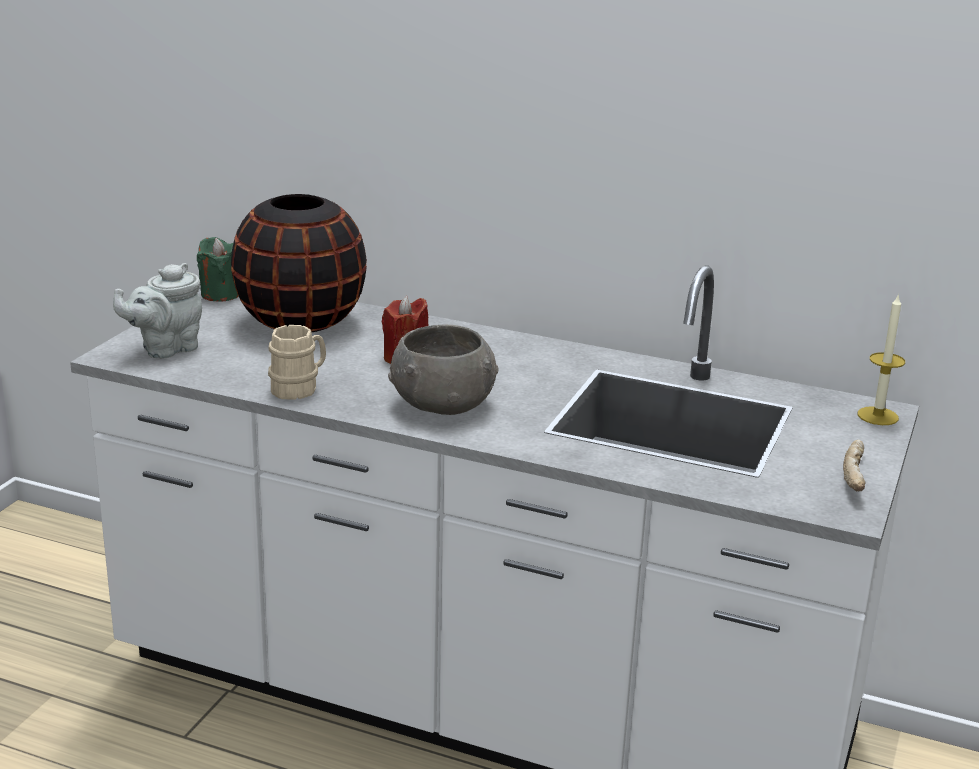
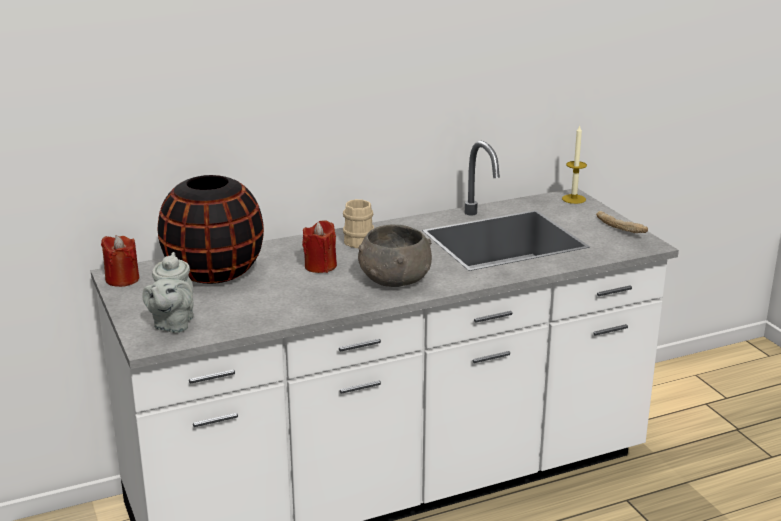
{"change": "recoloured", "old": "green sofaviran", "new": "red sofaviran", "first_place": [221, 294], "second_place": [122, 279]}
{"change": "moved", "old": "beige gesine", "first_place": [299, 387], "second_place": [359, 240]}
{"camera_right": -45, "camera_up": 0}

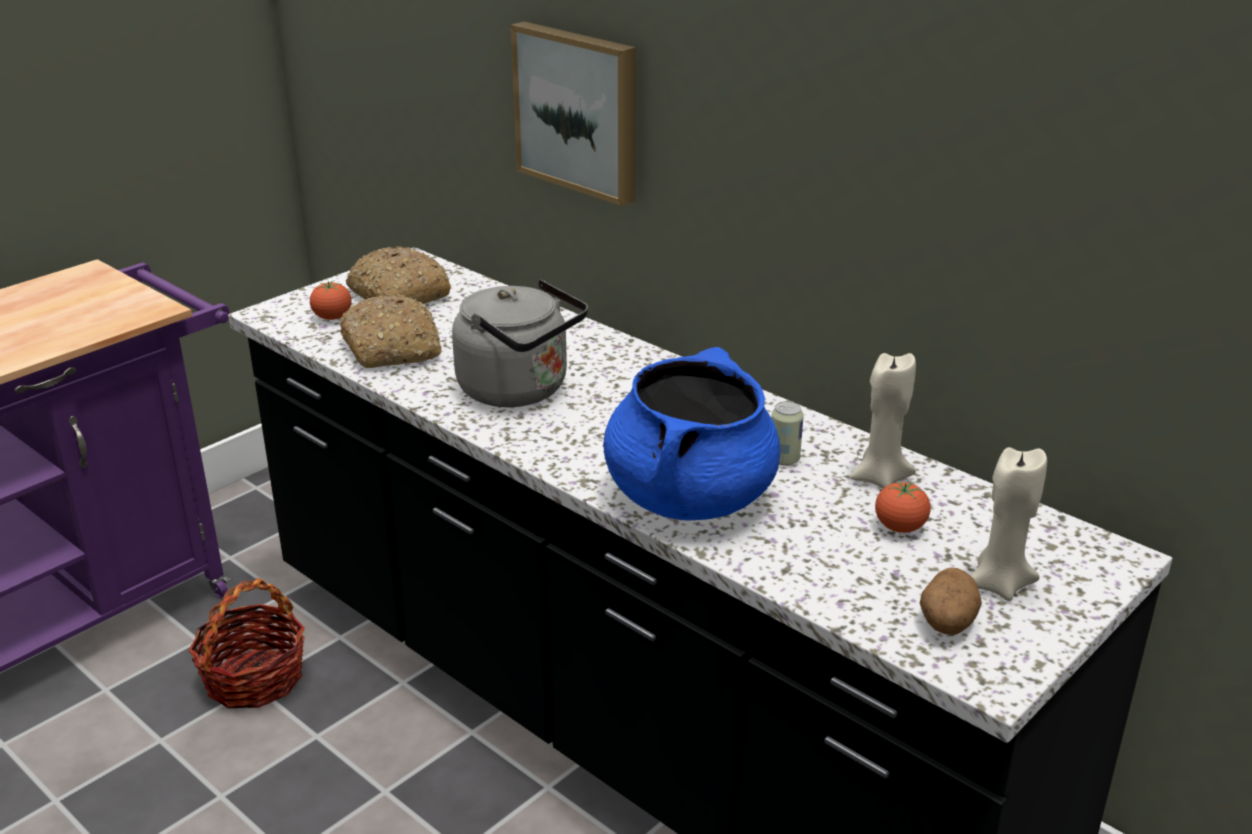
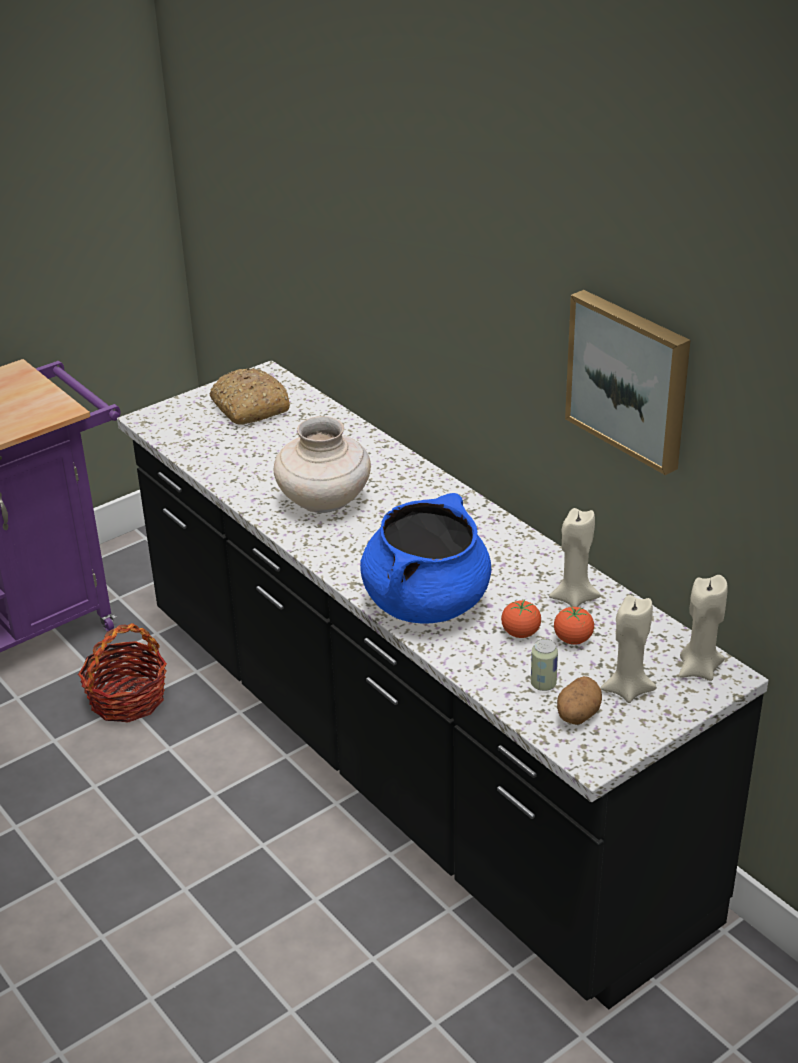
{"change": "moved", "old": "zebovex", "first_place": [332, 318], "second_place": [520, 633]}
{"change": "removed", "old": "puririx", "first_place": [393, 348]}
{"change": "replaced", "old": "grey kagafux", "new": "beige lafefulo", "first_place": [520, 390], "second_place": [324, 503]}
{"change": "moved", "old": "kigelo", "first_place": [579, 110], "second_place": [630, 378]}
{"change": "moved", "old": "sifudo", "first_place": [784, 459], "second_place": [543, 684]}
{"change": "added", "new": "beige sofaviran", "second_place": [698, 669]}
{"camera_right": 10, "camera_up": 5}

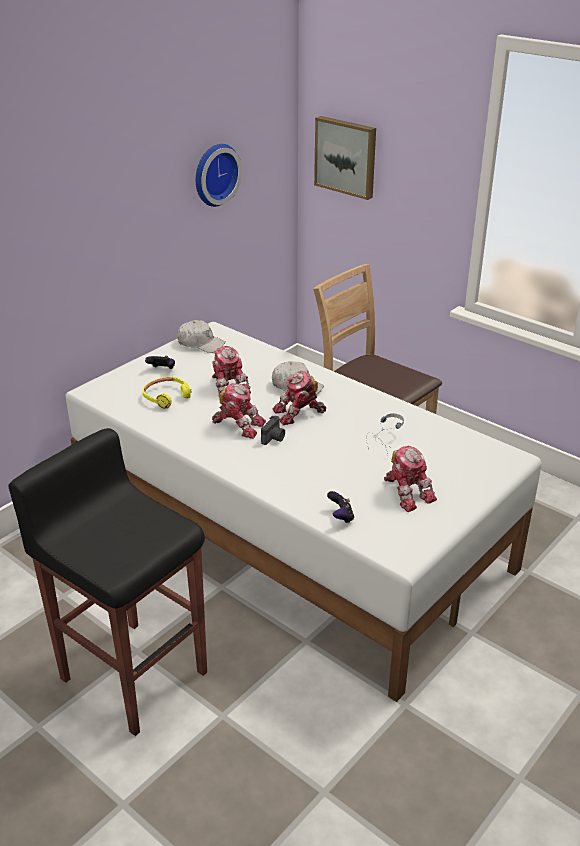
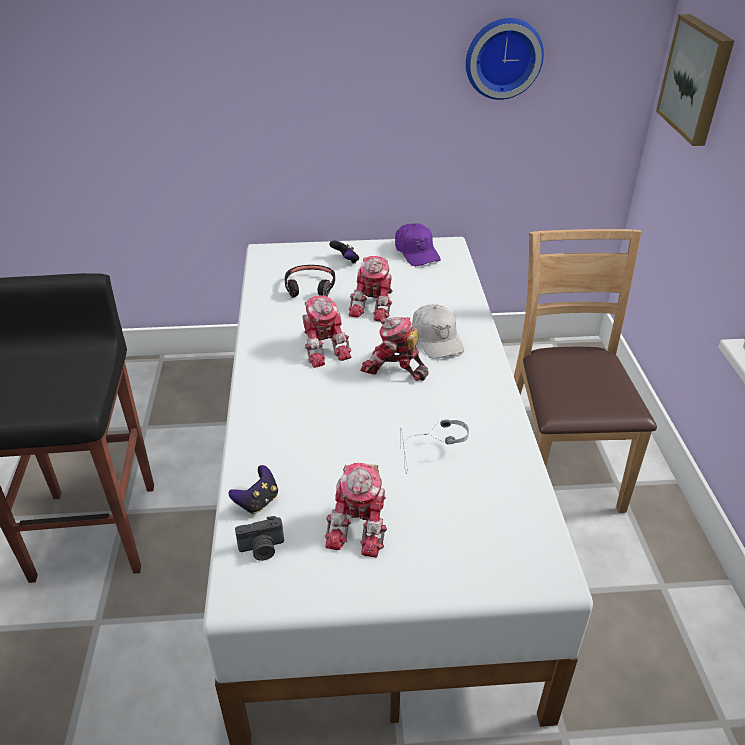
{"change": "recoloured", "old": "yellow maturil", "new": "black maturil", "first_place": [166, 397], "second_place": [310, 287]}
{"change": "recoloured", "old": "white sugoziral", "new": "purple sugoziral", "first_place": [201, 343], "second_place": [416, 252]}
{"change": "moved", "old": "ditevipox", "first_place": [274, 438], "second_place": [262, 549]}
{"camera_right": 45, "camera_up": 5}

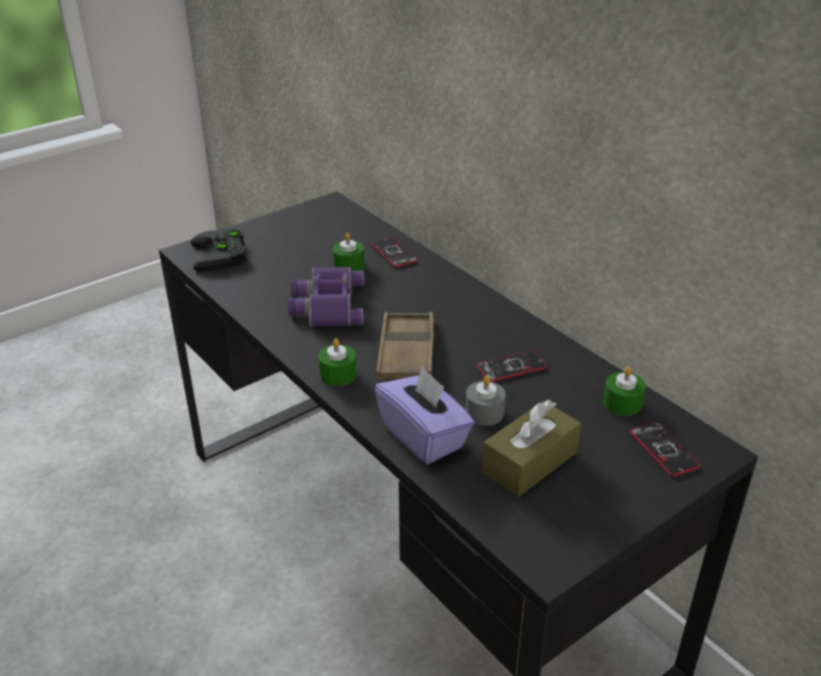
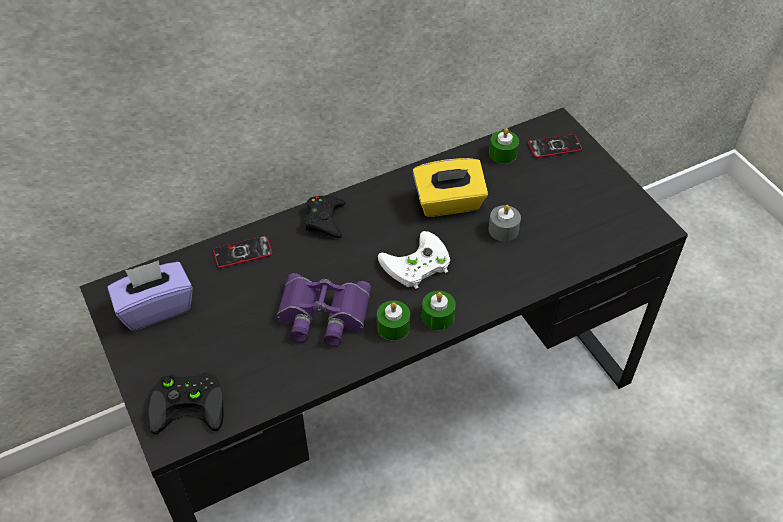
{"change": "moved", "old": "green sofaviran", "first_place": [349, 265], "second_place": [393, 326]}
{"change": "moved", "old": "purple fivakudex", "first_place": [424, 436], "second_place": [156, 307]}
{"change": "replaced", "old": "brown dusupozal", "new": "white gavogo", "first_place": [406, 353], "second_place": [416, 266]}
{"change": "replaced", "old": "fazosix", "new": "yellow fivakudex", "first_place": [511, 367], "second_place": [448, 203]}
{"change": "removed", "old": "brown fivakudex", "first_place": [529, 462]}
{"change": "added", "new": "black gavogo", "second_place": [325, 220]}
{"camera_right": -80, "camera_up": 15}

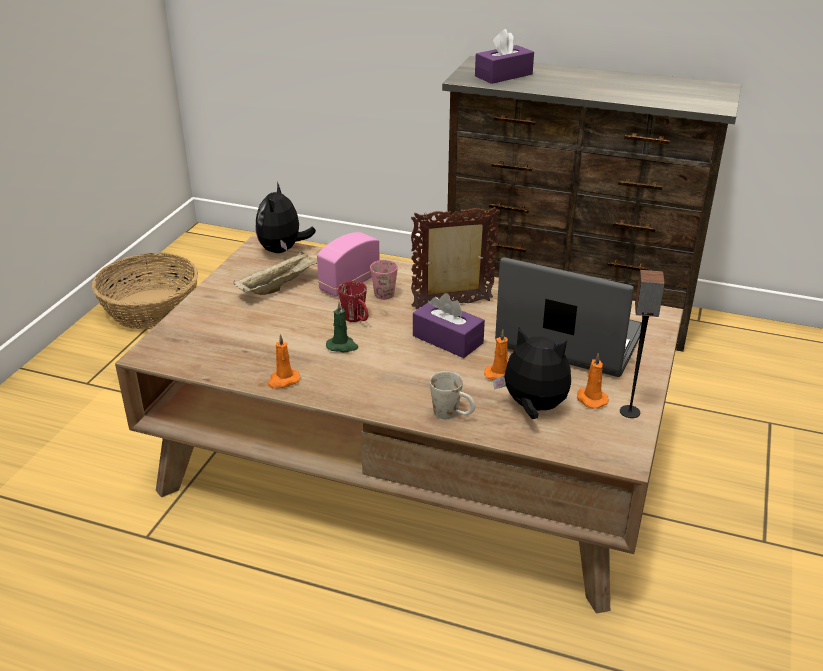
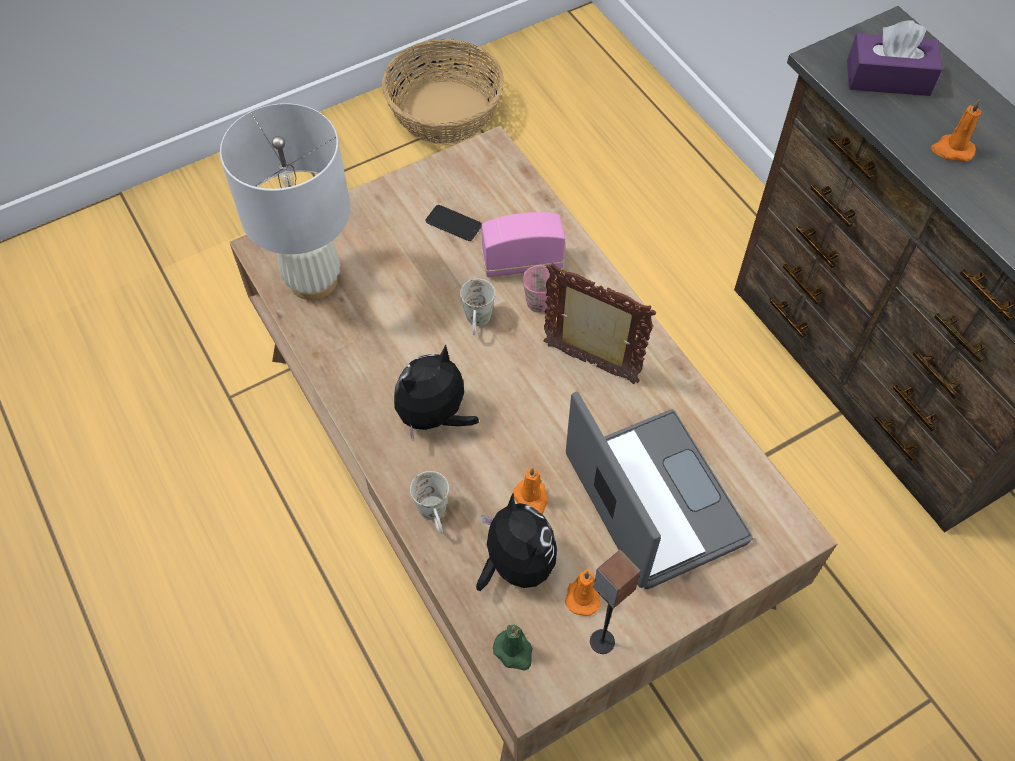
{"change": "replaced", "old": "beige dusupozal", "new": "fazosix", "first_place": [279, 286], "second_place": [453, 223]}
{"change": "moved", "old": "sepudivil", "first_place": [283, 250], "second_place": [434, 416]}
{"change": "moved", "old": "orange sofaviran", "first_place": [283, 380], "second_place": [952, 150]}
{"change": "moved", "old": "green sofaviran", "first_place": [342, 346], "second_place": [514, 651]}
{"change": "recoloured", "old": "red gesine", "new": "white gesine", "first_place": [357, 319], "second_place": [477, 323]}
{"change": "removed", "old": "purple fivakudex", "first_place": [447, 339]}
{"change": "added", "new": "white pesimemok", "second_place": [313, 280]}
{"camera_right": 40, "camera_up": 25}

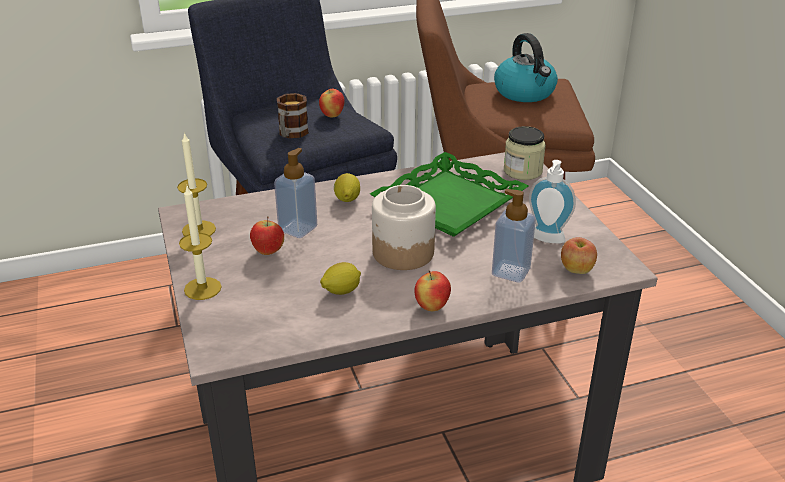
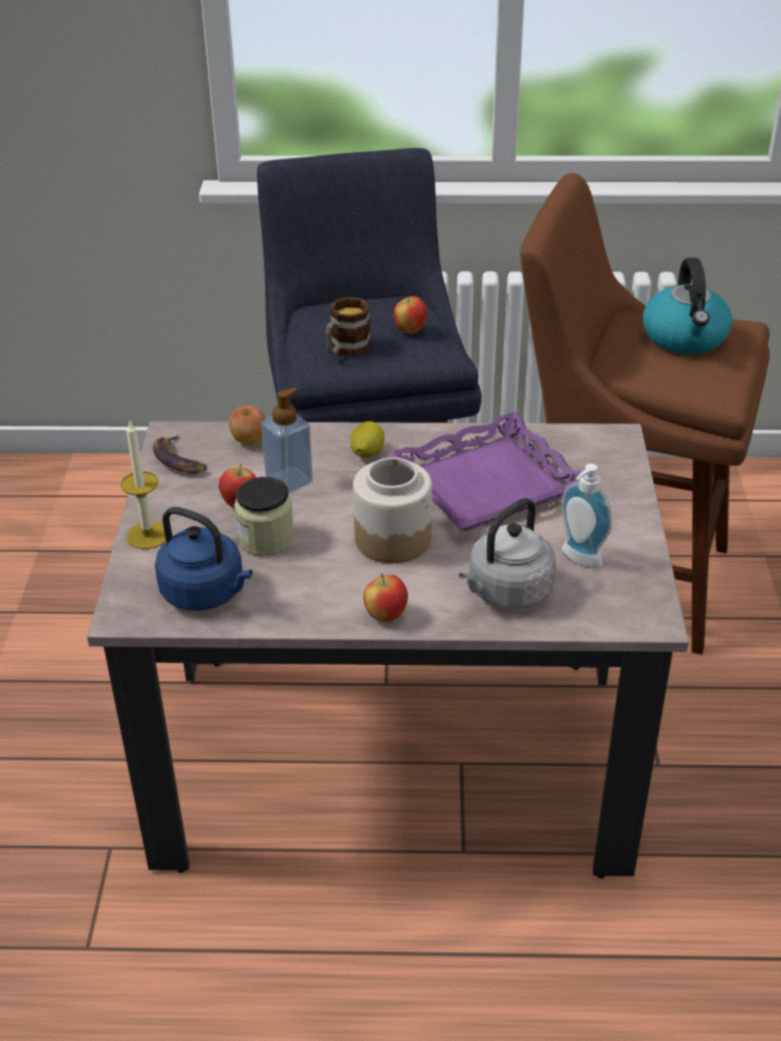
{"change": "replaced", "old": "sofaviran", "new": "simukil", "first_place": [199, 230], "second_place": [179, 460]}
{"change": "removed", "old": "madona", "first_place": [341, 291]}
{"change": "recoloured", "old": "green dusupozal", "new": "purple dusupozal", "first_place": [448, 202], "second_place": [487, 482]}
{"change": "replaced", "old": "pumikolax", "new": "grey kagafux", "first_place": [510, 272], "second_place": [506, 592]}
{"change": "moved", "old": "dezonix", "first_place": [522, 171], "second_place": [266, 539]}
{"change": "moved", "old": "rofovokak", "first_place": [576, 270], "second_place": [249, 442]}
{"change": "added", "new": "blue kagafux", "second_place": [206, 593]}
{"camera_right": 20, "camera_up": 5}

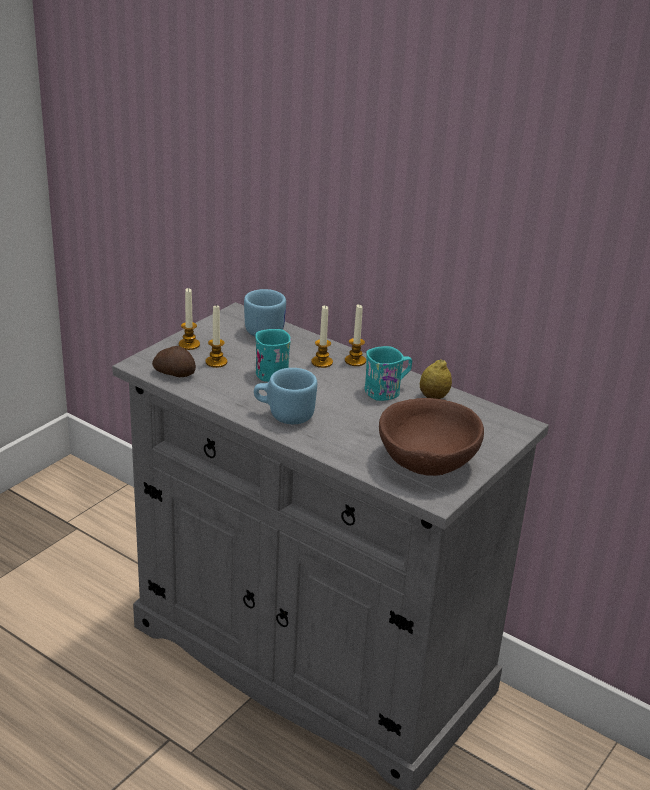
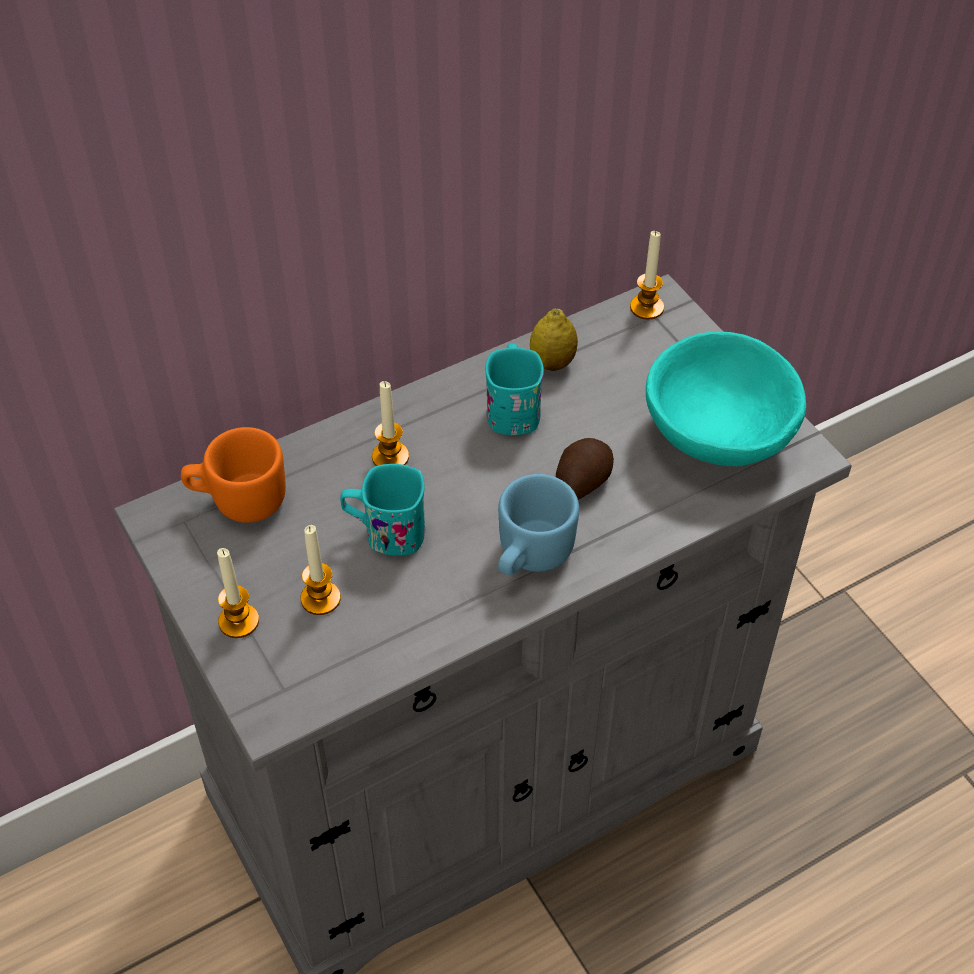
{"change": "moved", "old": "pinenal", "first_place": [175, 373], "second_place": [581, 481]}
{"change": "recoloured", "old": "blue gesine", "new": "orange gesine", "first_place": [262, 329], "second_place": [238, 499]}
{"change": "moved", "old": "sofaviran", "first_place": [355, 361], "second_place": [646, 307]}
{"change": "recoloured", "old": "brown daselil", "new": "turquoise daselil", "first_place": [426, 462], "second_place": [716, 434]}
{"camera_right": -65, "camera_up": 20}

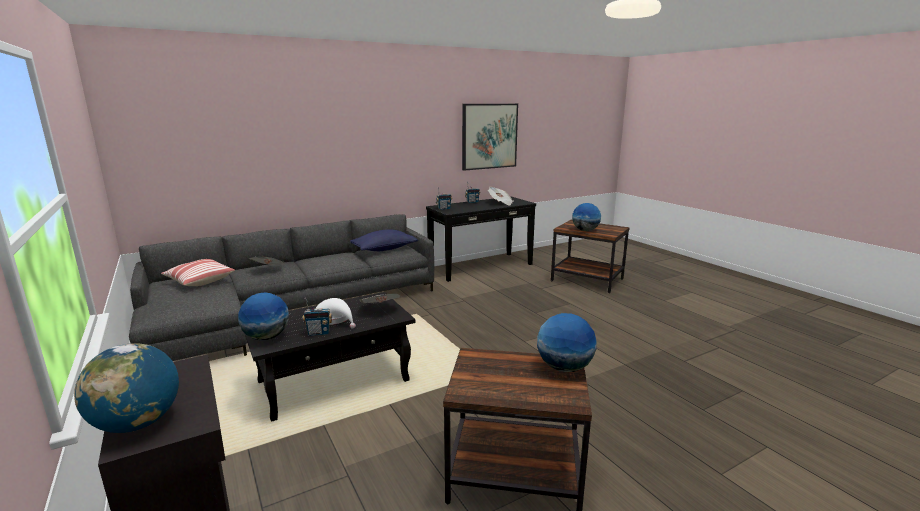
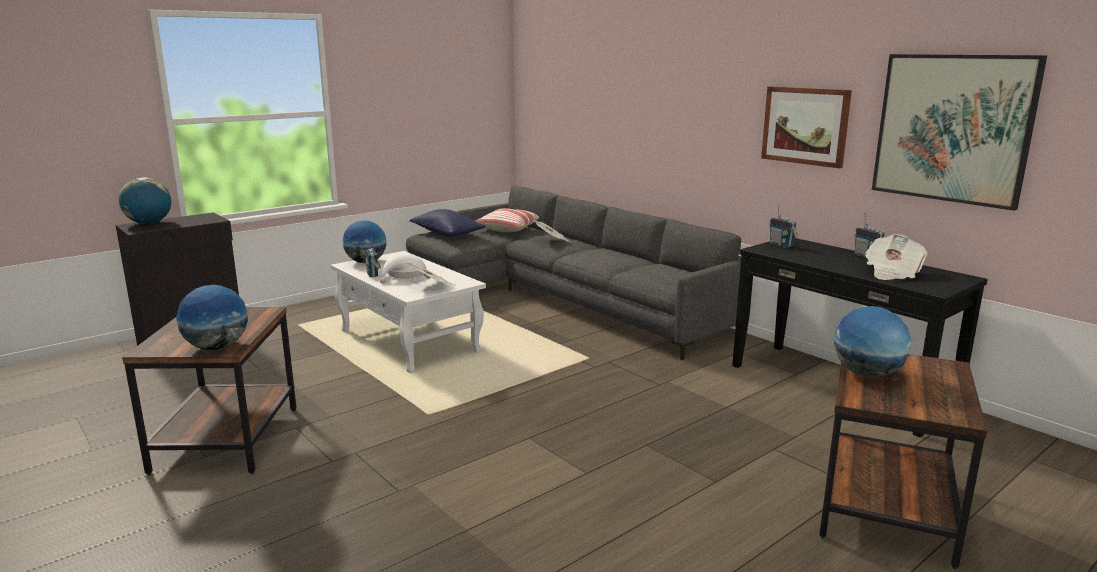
{"change": "recoloured", "old": "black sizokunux", "new": "white sizokunux", "first_place": [335, 381], "second_place": [409, 342]}
{"change": "moved", "old": "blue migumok", "first_place": [384, 249], "second_place": [447, 234]}
{"change": "added", "new": "kigelo", "second_place": [805, 126]}
{"camera_right": 80, "camera_up": 0}

